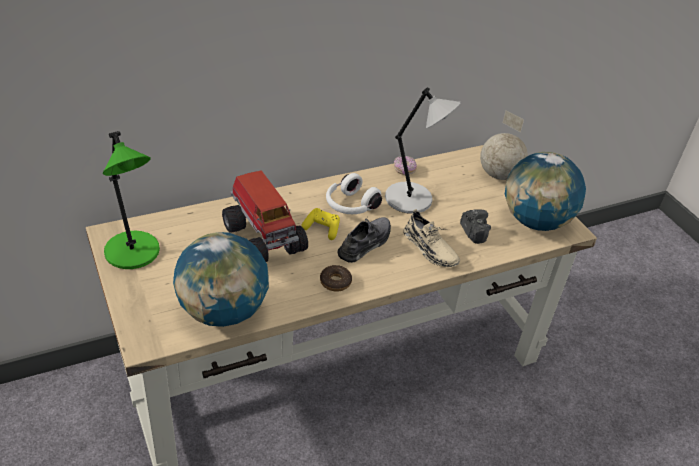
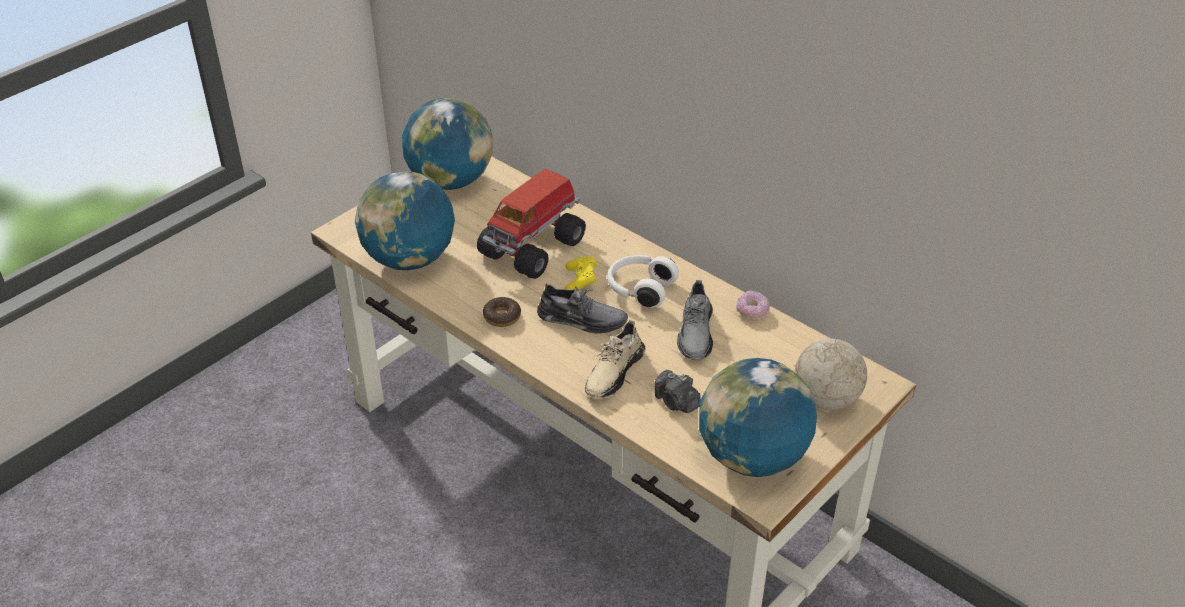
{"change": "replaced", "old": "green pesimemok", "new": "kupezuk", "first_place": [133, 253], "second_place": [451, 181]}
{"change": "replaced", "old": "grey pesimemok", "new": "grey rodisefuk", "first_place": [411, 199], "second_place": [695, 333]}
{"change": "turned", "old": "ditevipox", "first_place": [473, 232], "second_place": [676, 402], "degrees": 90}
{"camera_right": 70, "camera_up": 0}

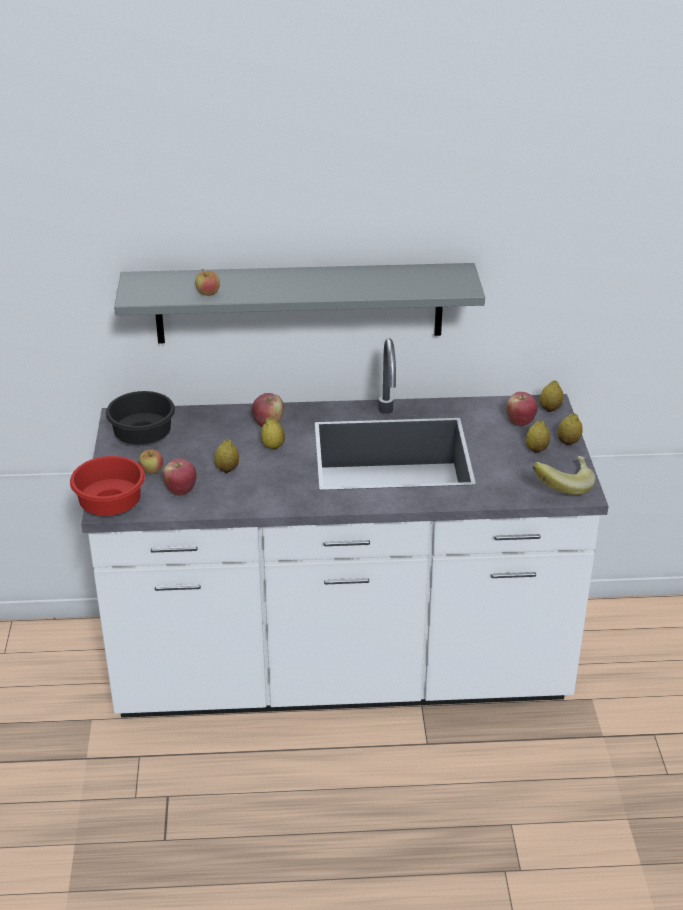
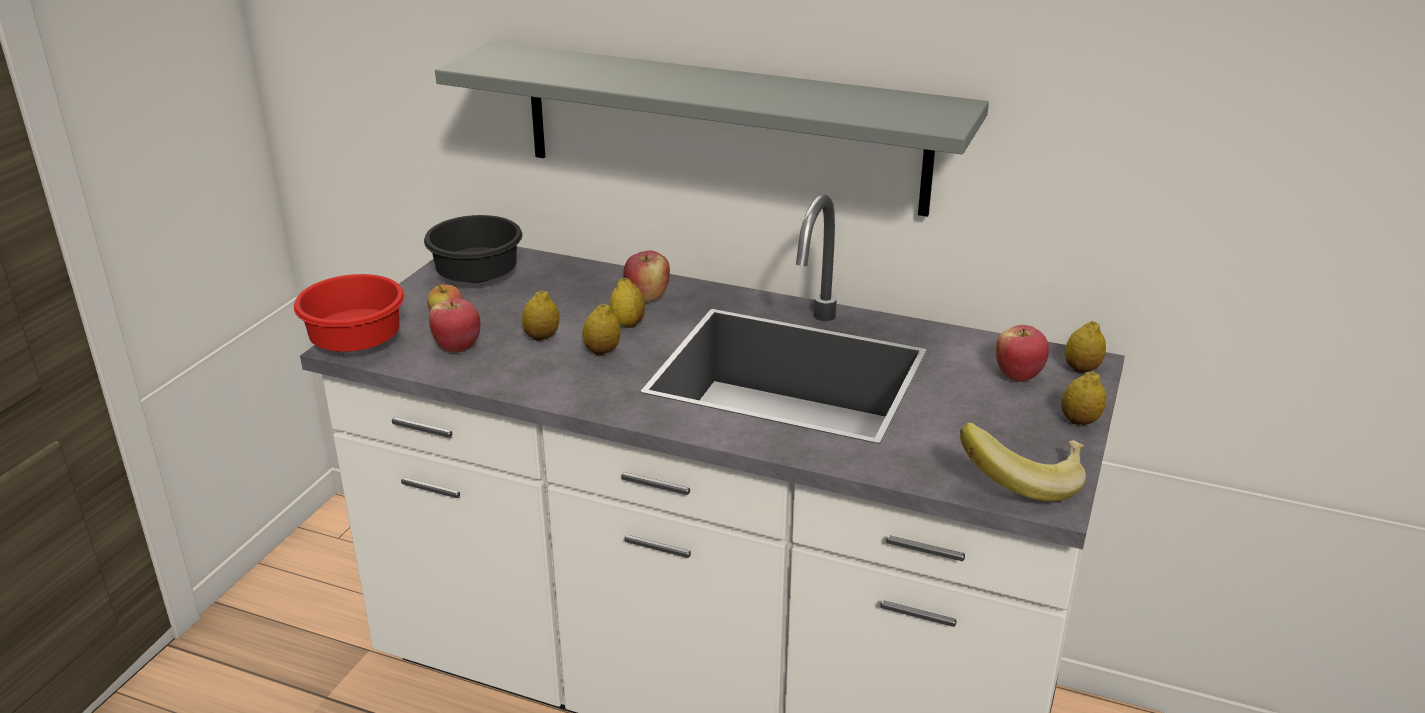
{"change": "removed", "old": "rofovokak", "first_place": [208, 294]}
{"change": "moved", "old": "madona", "first_place": [536, 449], "second_place": [602, 351]}
{"camera_right": 25, "camera_up": -5}

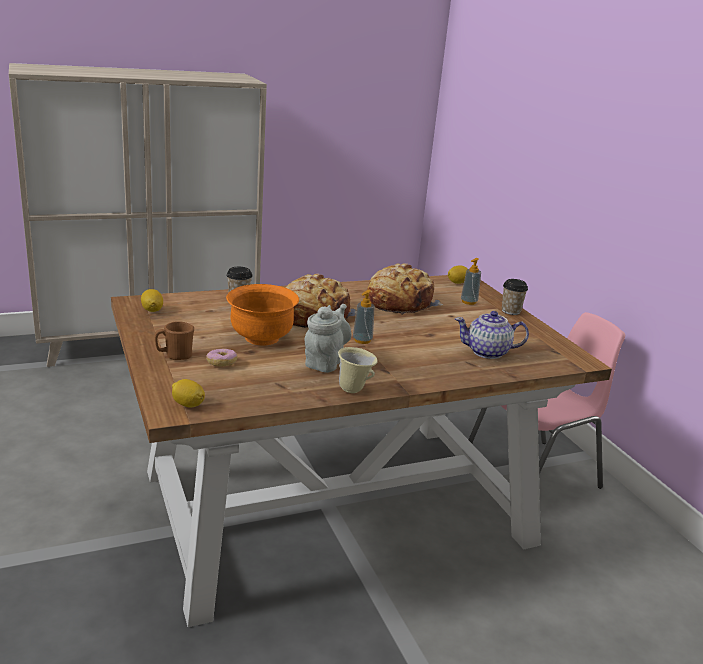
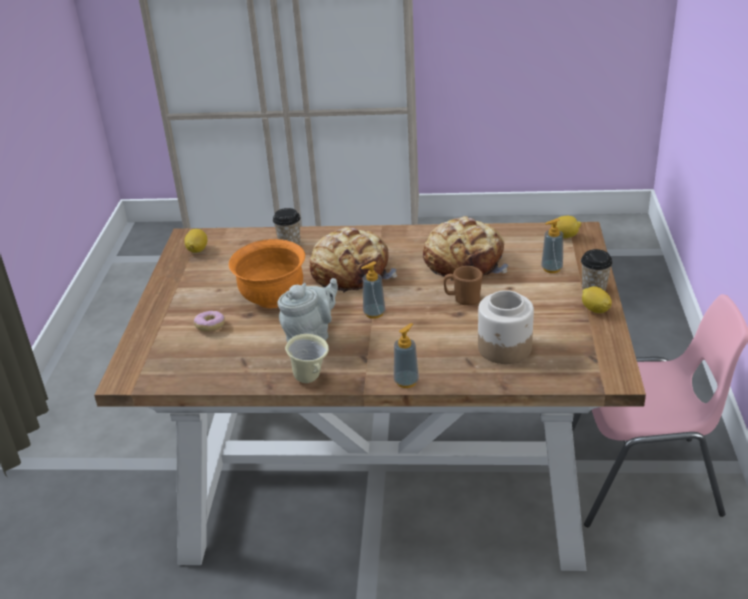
{"change": "moved", "old": "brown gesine", "first_place": [175, 356], "second_place": [463, 300]}
{"change": "moved", "old": "madona", "first_place": [188, 405], "second_place": [595, 310]}
{"change": "replaced", "old": "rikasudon", "new": "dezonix", "first_place": [488, 352], "second_place": [505, 348]}
{"change": "added", "new": "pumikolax", "second_place": [406, 381]}
{"camera_right": 30, "camera_up": 10}

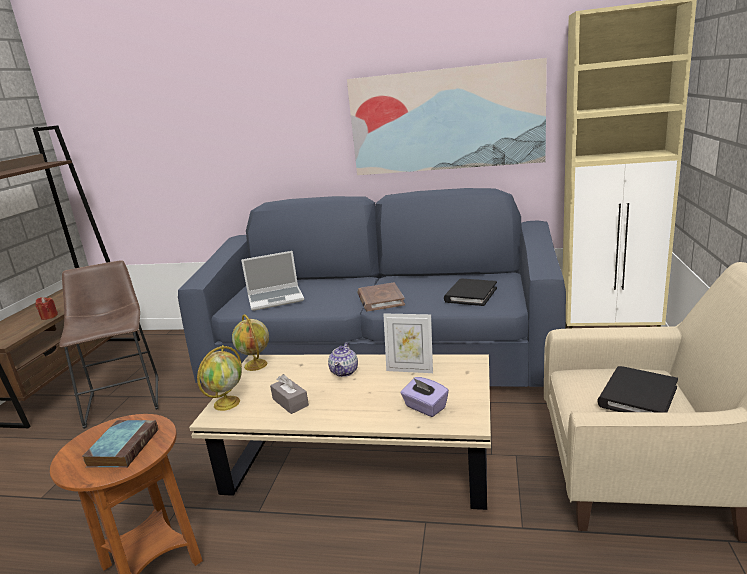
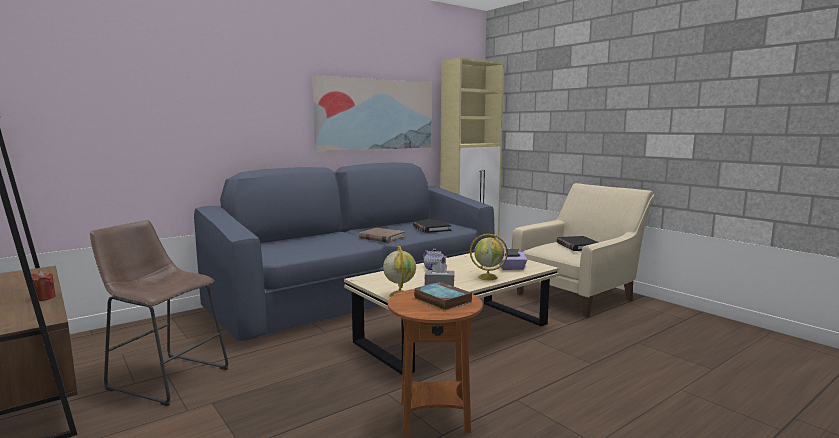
{"change": "moved", "old": "kupezuk", "first_place": [256, 365], "second_place": [488, 277]}
{"change": "removed", "old": "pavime", "first_place": [276, 299]}
{"change": "removed", "old": "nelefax", "first_place": [410, 369]}
{"camera_right": -50, "camera_up": -10}

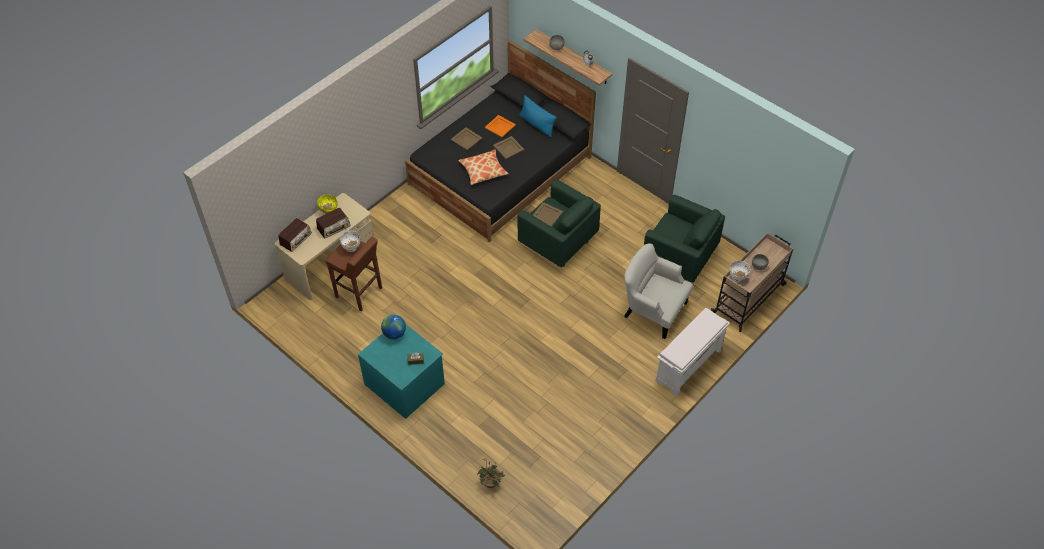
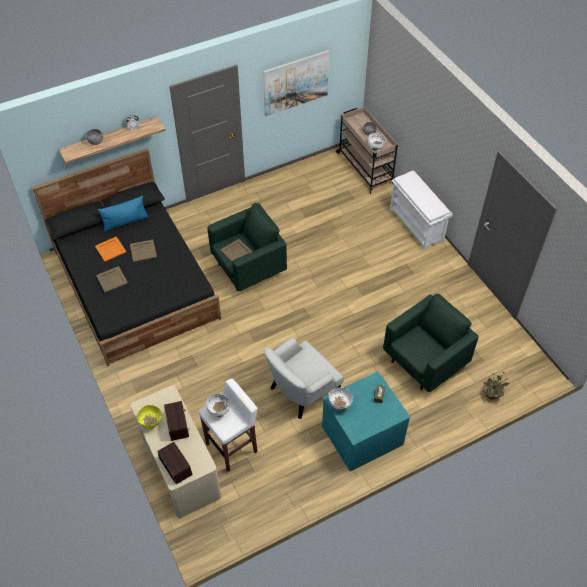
{"change": "recoloured", "old": "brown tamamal", "new": "white tamamal", "first_place": [359, 293], "second_place": [232, 447]}
{"change": "replaced", "old": "kupezuk", "new": "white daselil", "first_place": [394, 334], "second_place": [339, 405]}
{"change": "removed", "old": "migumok", "first_place": [483, 171]}
{"change": "moved", "old": "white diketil", "first_place": [653, 310], "second_place": [302, 390]}
{"change": "moved", "old": "green diketil", "first_place": [679, 258], "second_place": [425, 362]}
{"change": "added", "new": "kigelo", "second_place": [295, 82]}
{"camera_right": -70, "camera_up": 0}

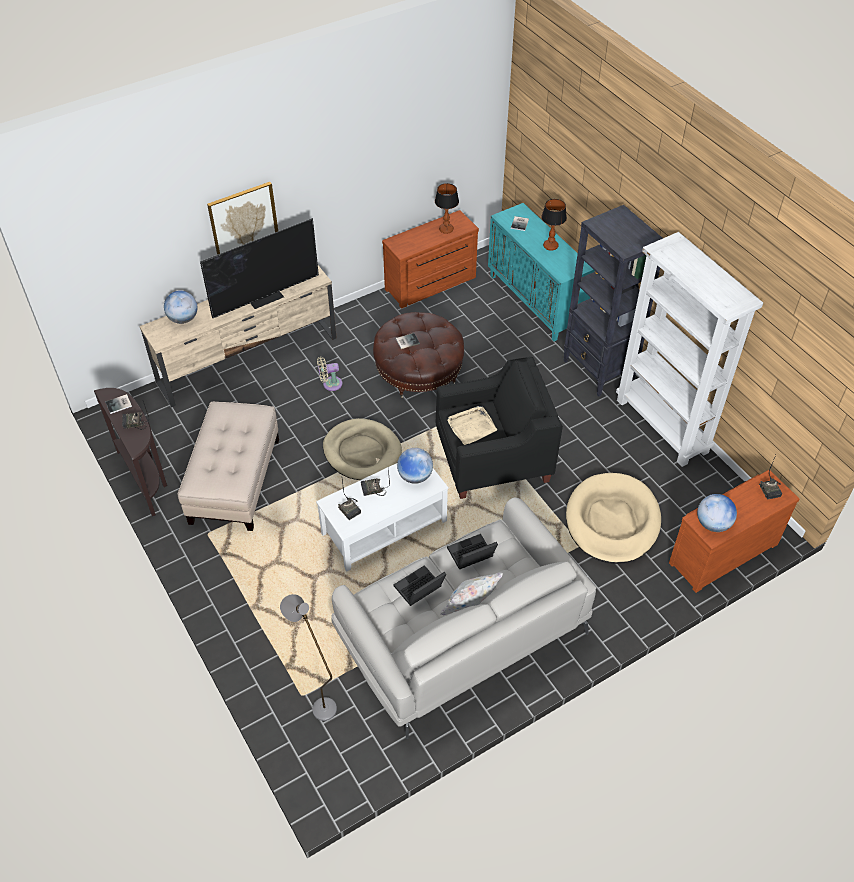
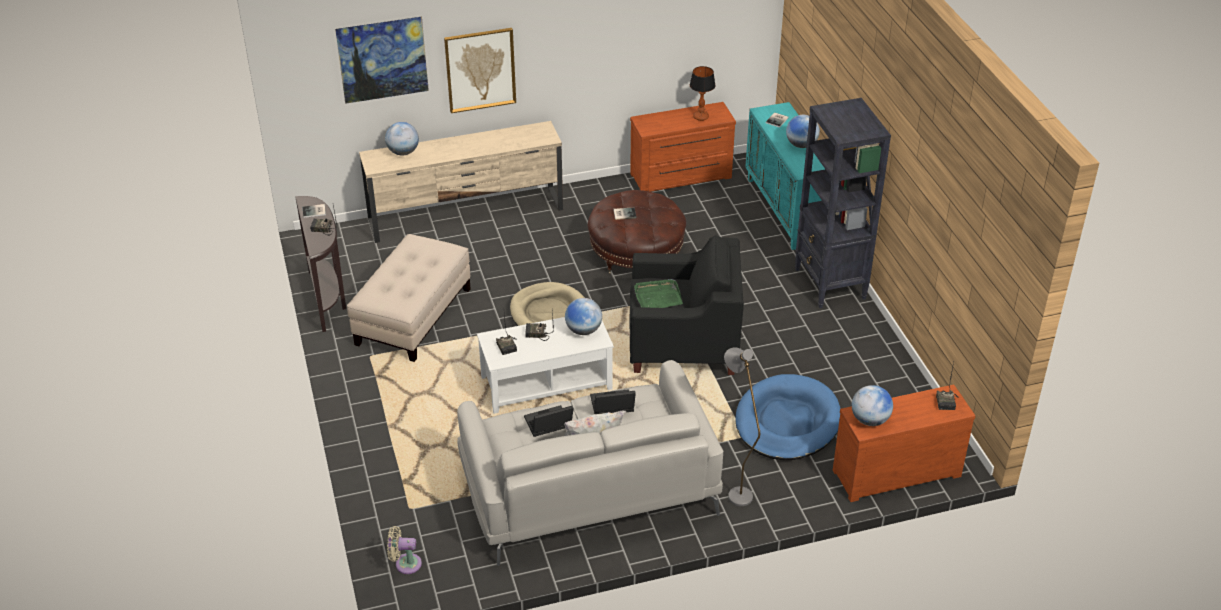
{"change": "removed", "old": "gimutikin", "first_place": [266, 297]}
{"change": "moved", "old": "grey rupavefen", "first_place": [318, 703], "second_place": [735, 491]}
{"change": "moved", "old": "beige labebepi", "first_place": [330, 384], "second_place": [405, 564]}
{"change": "recoloured", "old": "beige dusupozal", "new": "green dusupozal", "first_place": [471, 427], "second_place": [657, 297]}
{"change": "replaced", "old": "pesimemok", "new": "kupezuk", "first_place": [550, 246], "second_place": [801, 145]}
{"change": "recoloured", "old": "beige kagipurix", "new": "blue kagipurix", "first_place": [612, 521], "second_place": [787, 422]}
{"change": "removed", "old": "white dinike", "first_place": [663, 426]}
{"change": "added", "new": "kigelo", "second_place": [385, 79]}
{"camera_right": 15, "camera_up": -10}

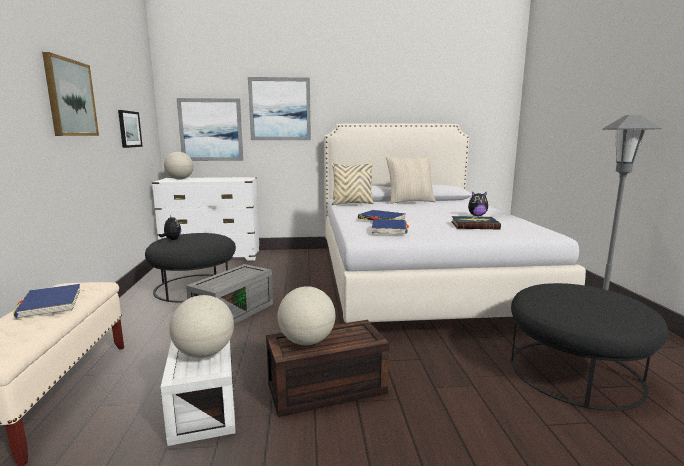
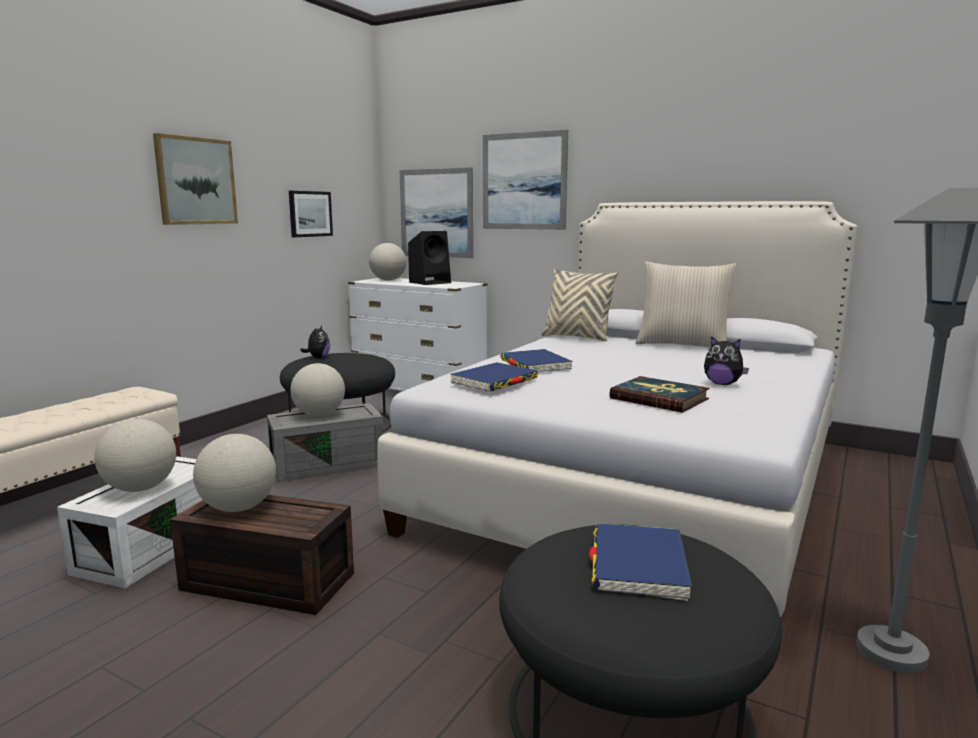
{"change": "moved", "old": "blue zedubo", "first_place": [50, 303], "second_place": [638, 565]}
{"change": "added", "new": "kupezuk", "second_place": [319, 415]}
{"change": "added", "new": "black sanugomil", "second_place": [430, 282]}
{"camera_right": 35, "camera_up": 0}

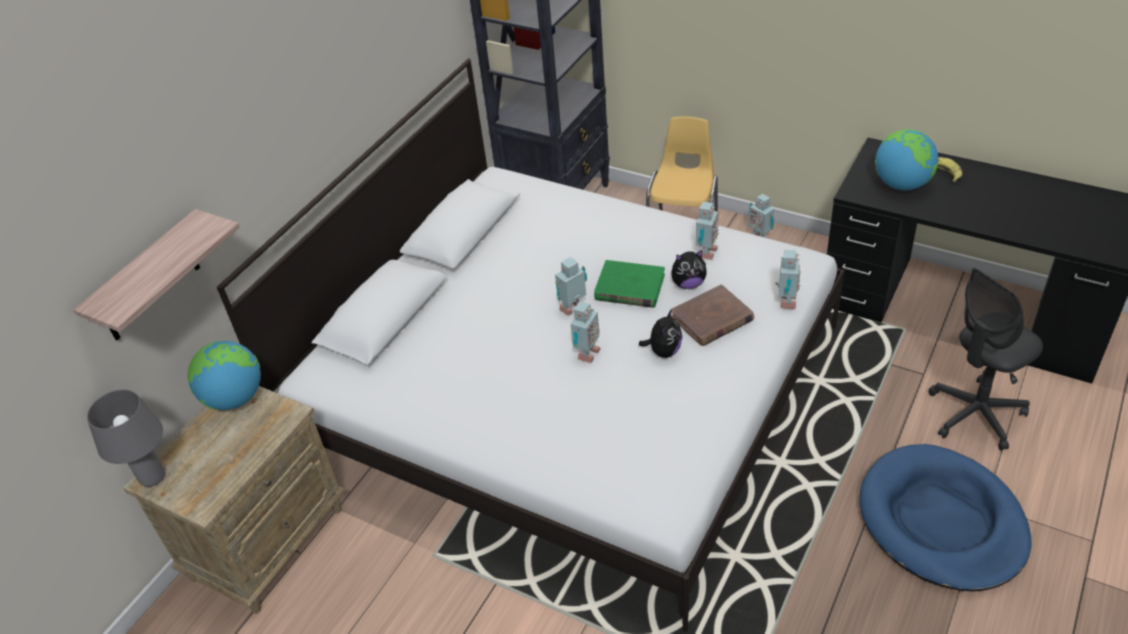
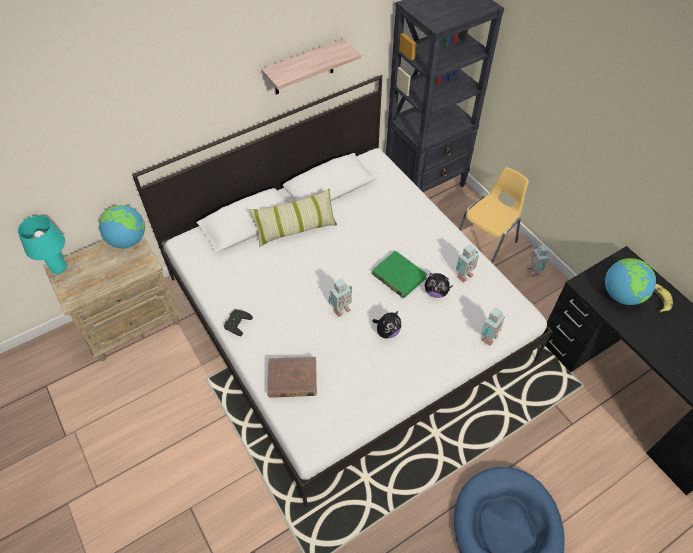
{"change": "moved", "old": "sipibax", "first_place": [147, 279], "second_place": [303, 68]}
{"change": "recoloured", "old": "grey pesimemok", "new": "turquoise pesimemok", "first_place": [152, 478], "second_place": [59, 268]}
{"change": "removed", "old": "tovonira", "first_place": [573, 308]}
{"change": "moved", "old": "brown zedubo", "first_place": [712, 319], "second_place": [292, 379]}
{"change": "removed", "old": "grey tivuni", "first_place": [975, 415]}
{"change": "added", "new": "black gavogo", "second_place": [236, 323]}
{"change": "added", "new": "migumok", "second_place": [295, 229]}
{"camera_right": 25, "camera_up": 10}

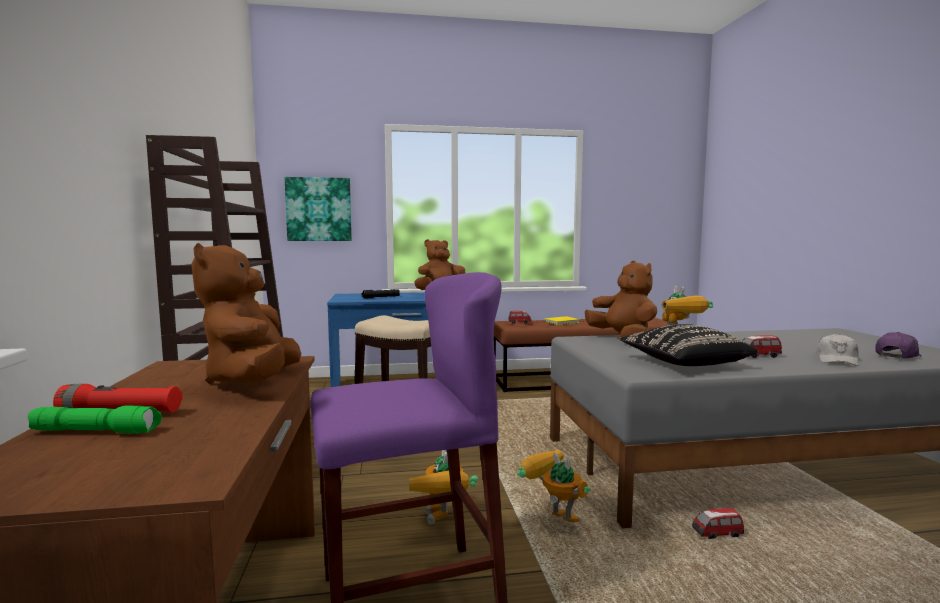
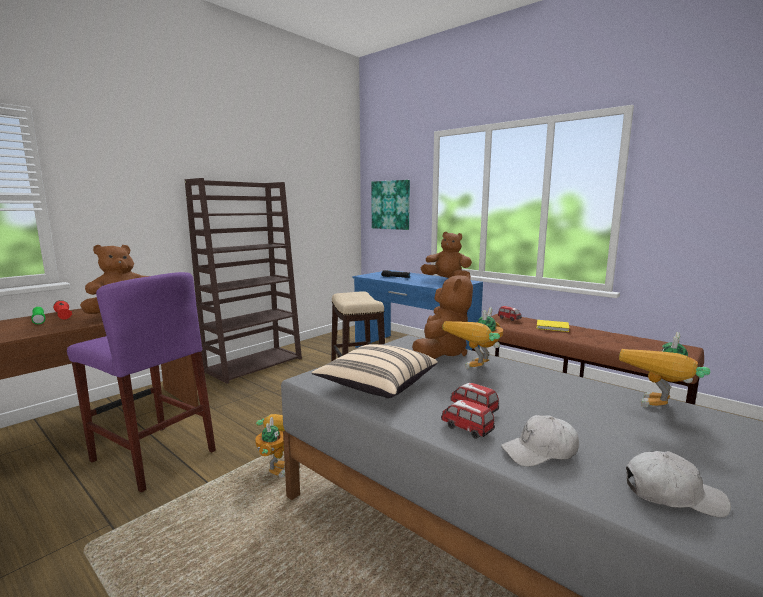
{"change": "moved", "old": "tovonira", "first_place": [443, 522], "second_place": [659, 410]}
{"change": "recoloured", "old": "black migumok", "new": "beige migumok", "first_place": [683, 363], "second_place": [377, 385]}
{"change": "moved", "old": "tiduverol", "first_place": [717, 534], "second_place": [466, 429]}
{"change": "recoloured", "old": "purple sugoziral", "new": "white sugoziral", "first_place": [897, 355], "second_place": [672, 495]}
{"camera_right": 50, "camera_up": 5}

